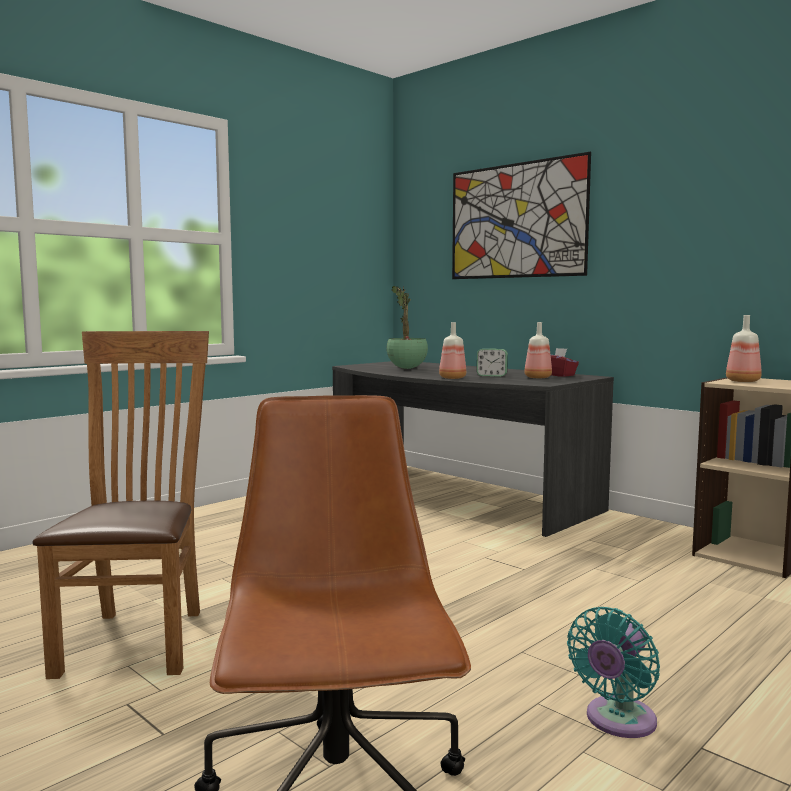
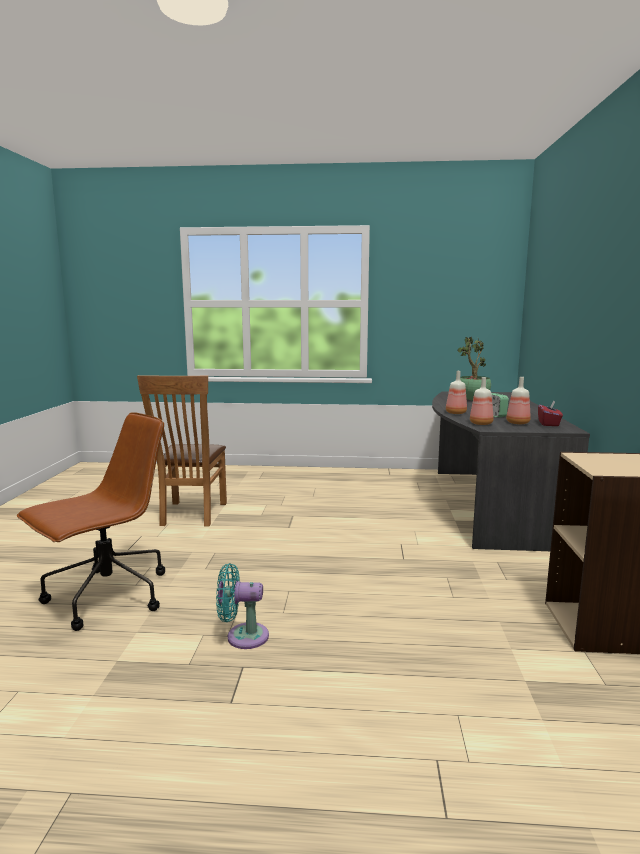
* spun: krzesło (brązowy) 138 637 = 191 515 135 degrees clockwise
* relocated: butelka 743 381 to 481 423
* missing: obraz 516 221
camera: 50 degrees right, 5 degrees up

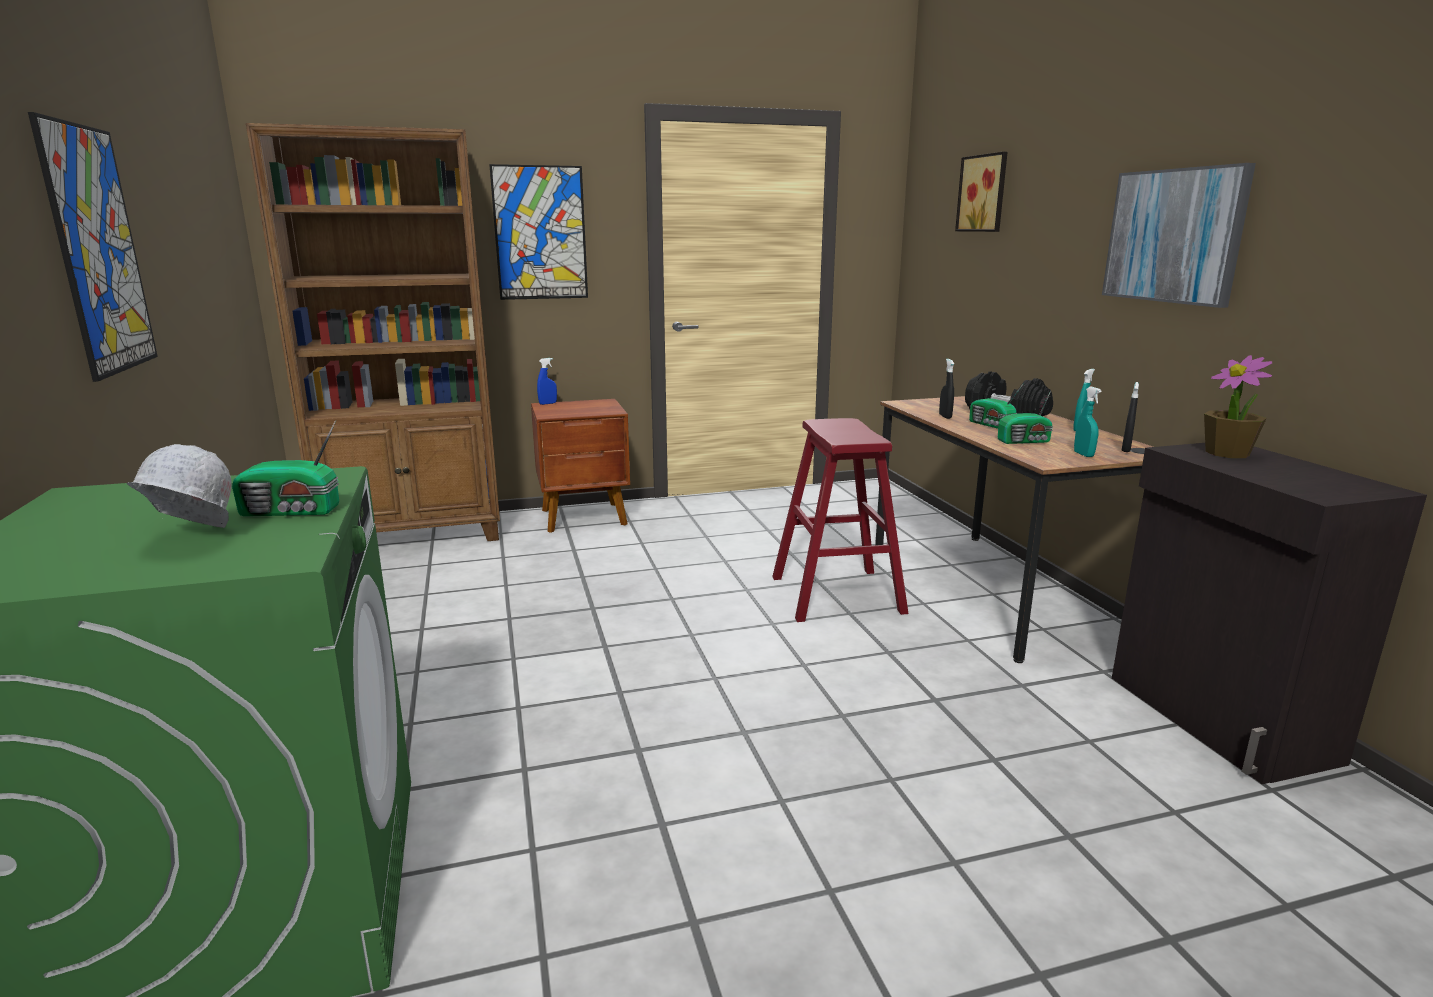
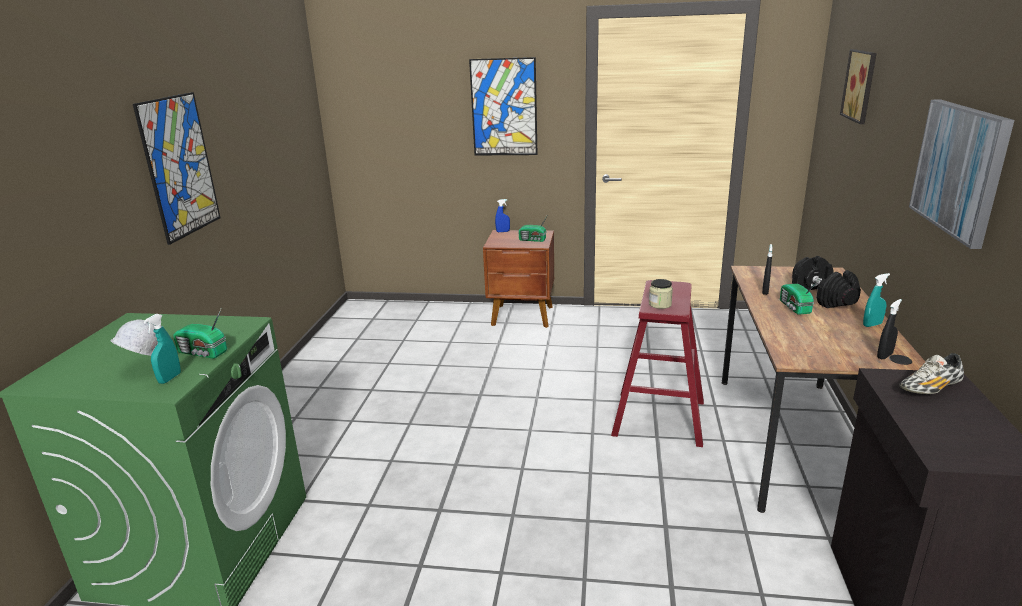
* relocated: spryskiwacz (turkusowy) 1083 454 to 170 378
* relocated: radio 1025 441 to 533 240
* appeared: słoik 660 304
* exchanged: roślina doniczkowa 1227 453 to but 929 388
* missing: regał (brązowy) 416 535
camera: 25 degrees right, 5 degrees up

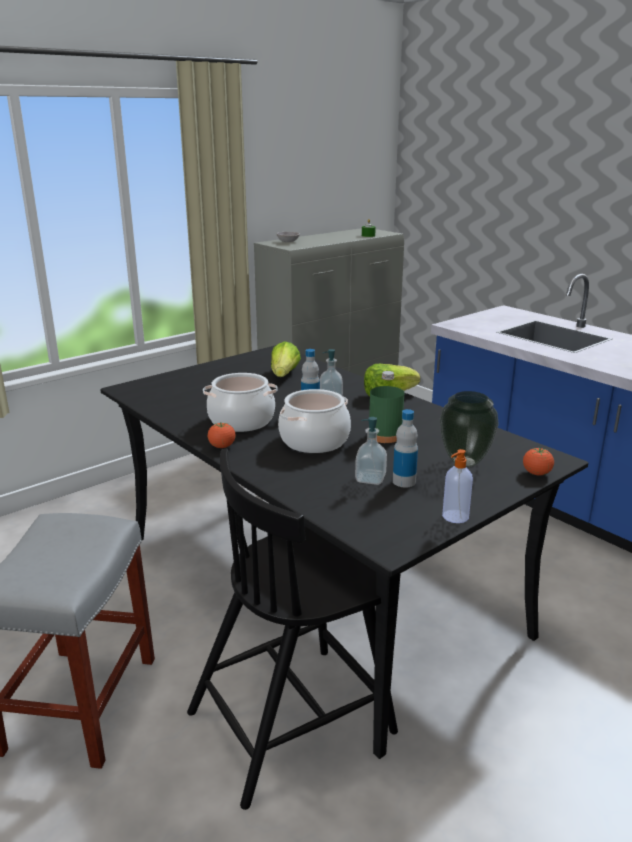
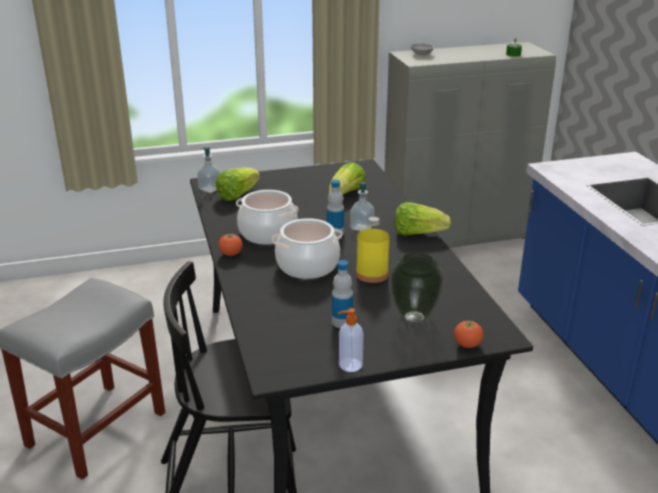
* relocated: dozownik mydła 370 479 to 210 189
* appeared: sałata 237 195
* colour: butelka (zielony) 385 435 to butelka (żółty) 372 274
camera: 25 degrees right, 5 degrees up

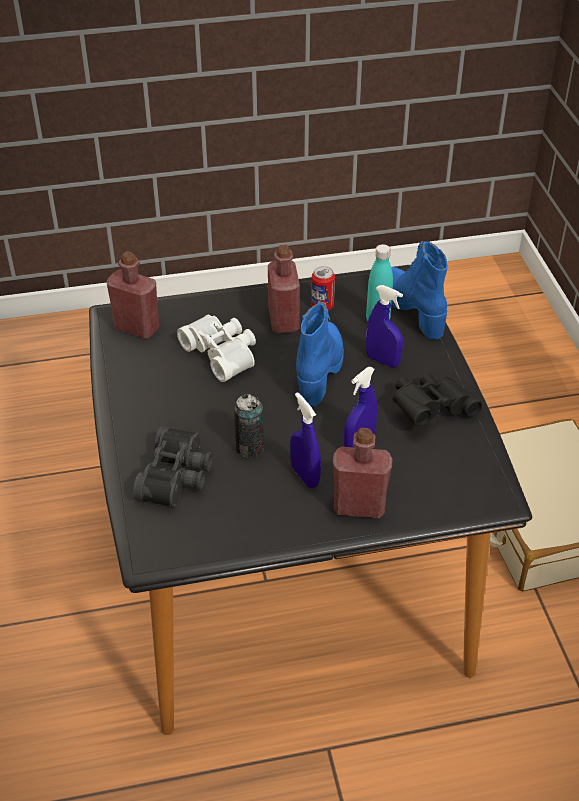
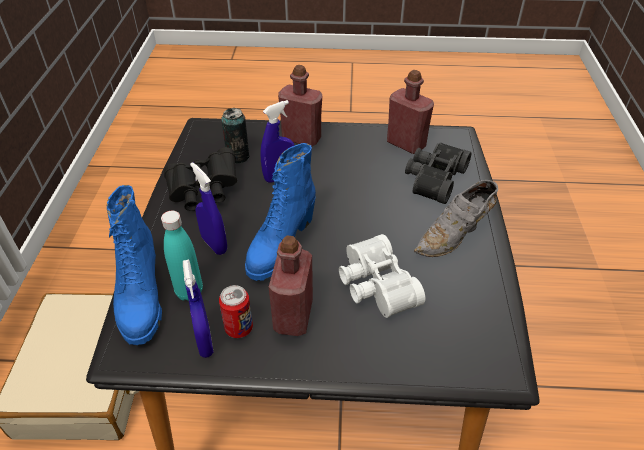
* relocated: spryskiwacz (niebieski) 305 476 to 205 341
* relocated: puszka 249 448 to 238 156
* relocated: butelka (czerwony) 137 328 to 406 144
* appeared: but (szary) 455 235
camera: 165 degrees left, 0 degrees up

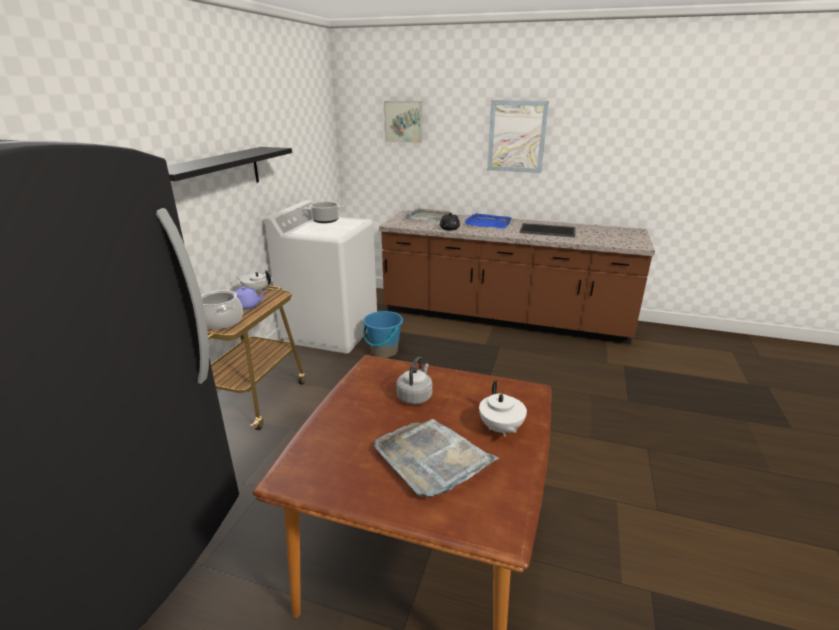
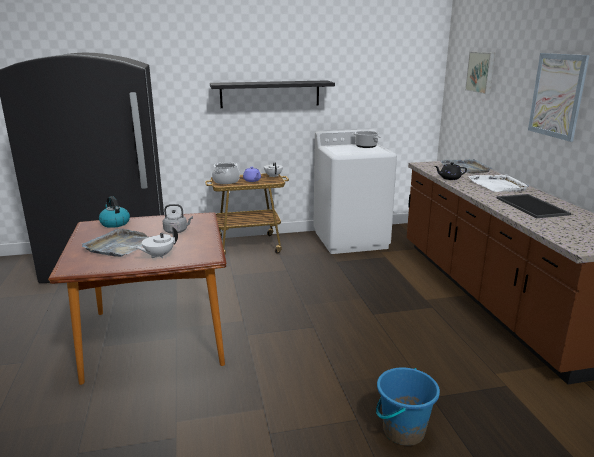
* appeared: czajnik 114 223
* relocated: wiadro (niebieski) 384 351 to 403 431
* colour: taca (niebieski) 488 223 to taca (biały) 498 185
camera: 60 degrees right, 5 degrees down

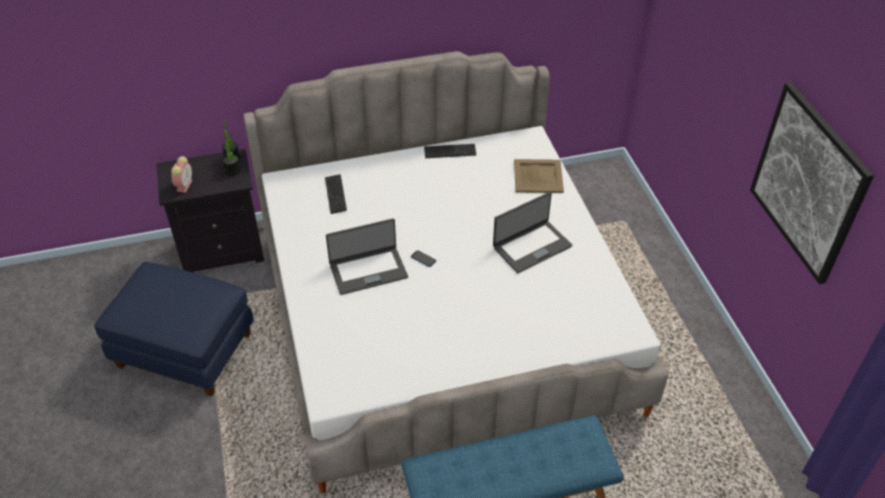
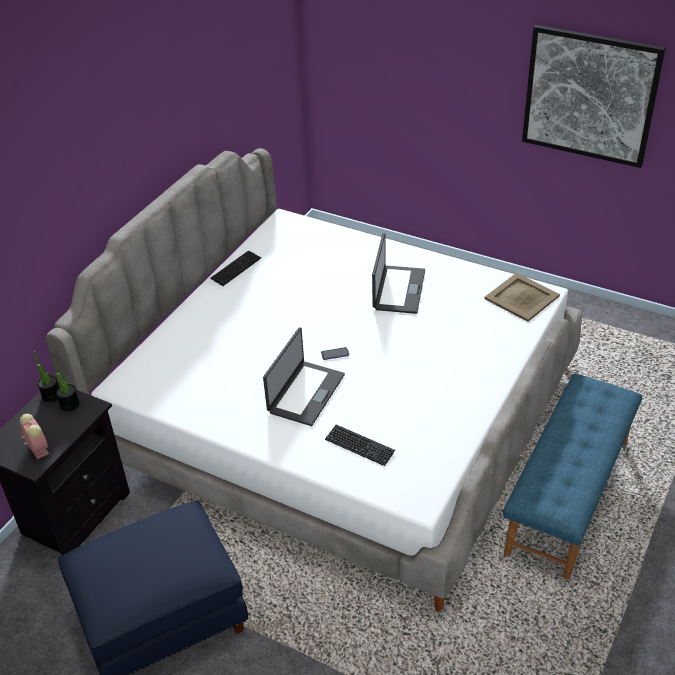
* relocated: klawiatura 335 195 to 359 446
* relocated: taca (beżowy) 538 177 to 522 297
camera: 45 degrees left, 5 degrees down

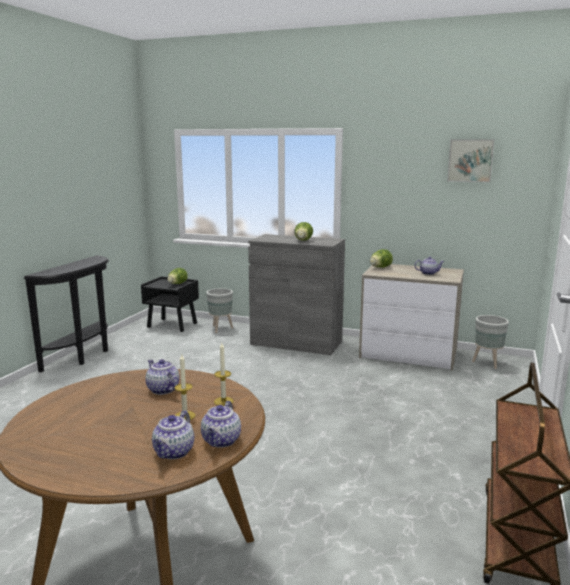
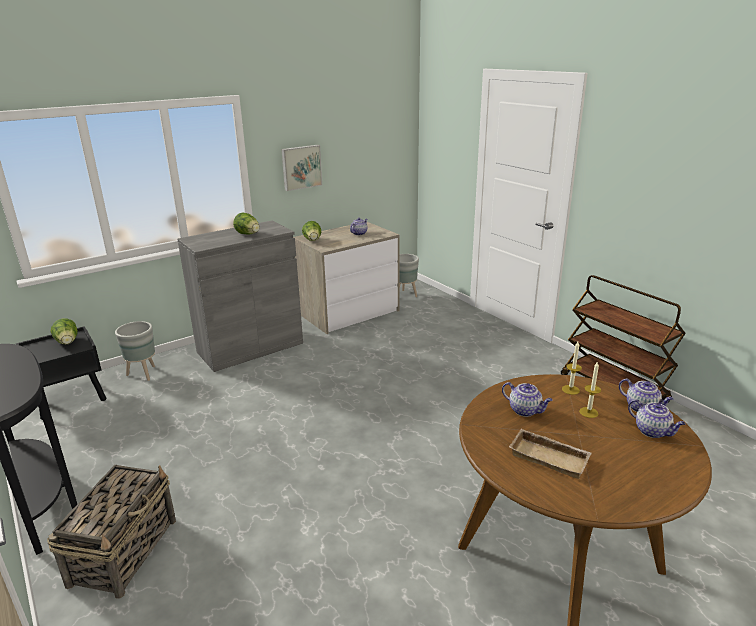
* appeared: koszyk 125 550
* relocated: obraz 470 160 to 301 167
* spun: imbryk 162 389 = 525 410 135 degrees counterclockwise
* appeared: taca (beżowy) 550 457
camera: 55 degrees left, 10 degrees up

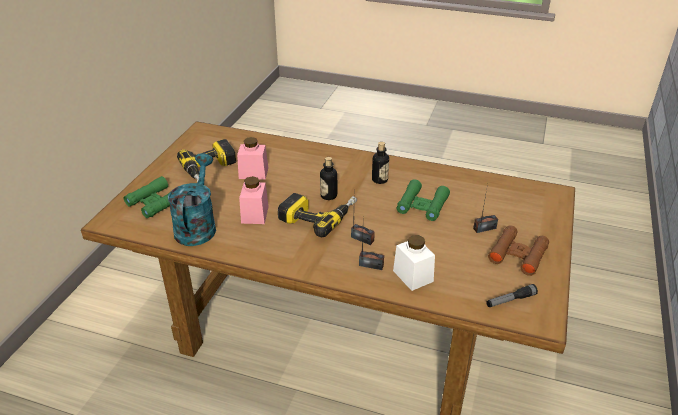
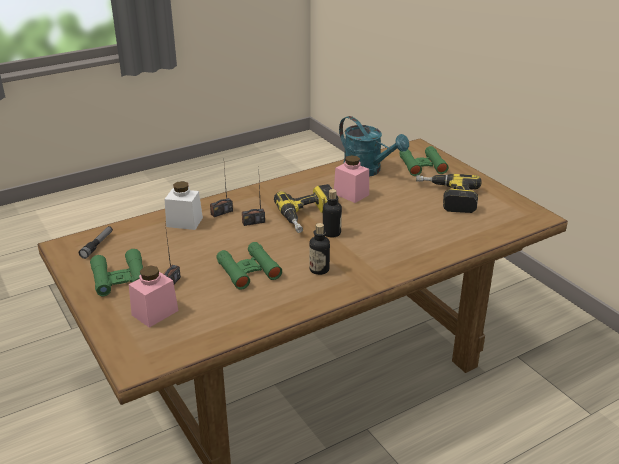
* colour: lornetka (brązowy) 518 254 to lornetka (zielony) 119 278
* relocated: słoik (różowy) 253 173 to 155 313
camera: 130 degrees right, 5 degrees down

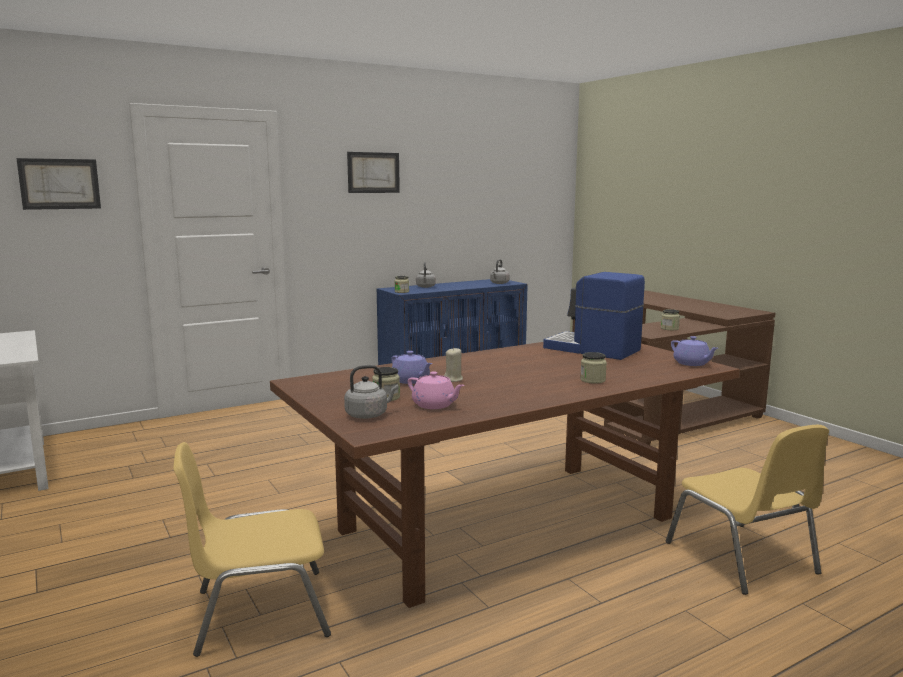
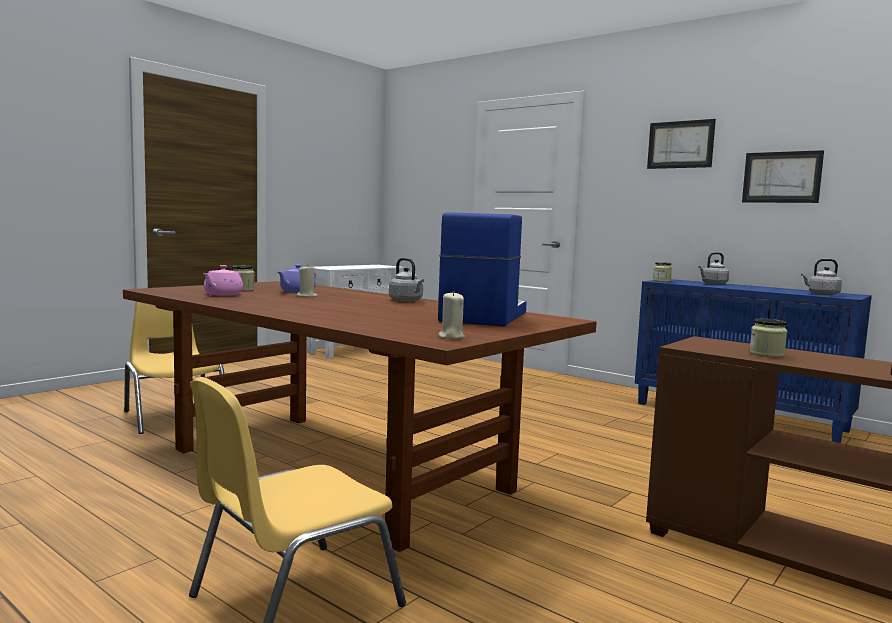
* relocated: czajnik (szary) 368 415 to 407 300
* exchanged: imbryk (fioletowy) 692 363 to świeca (beżowy) 451 337
* relocated: obraz 59 184 to 781 177
* missing: słoik 592 380
camera: 70 degrees right, 5 degrees down

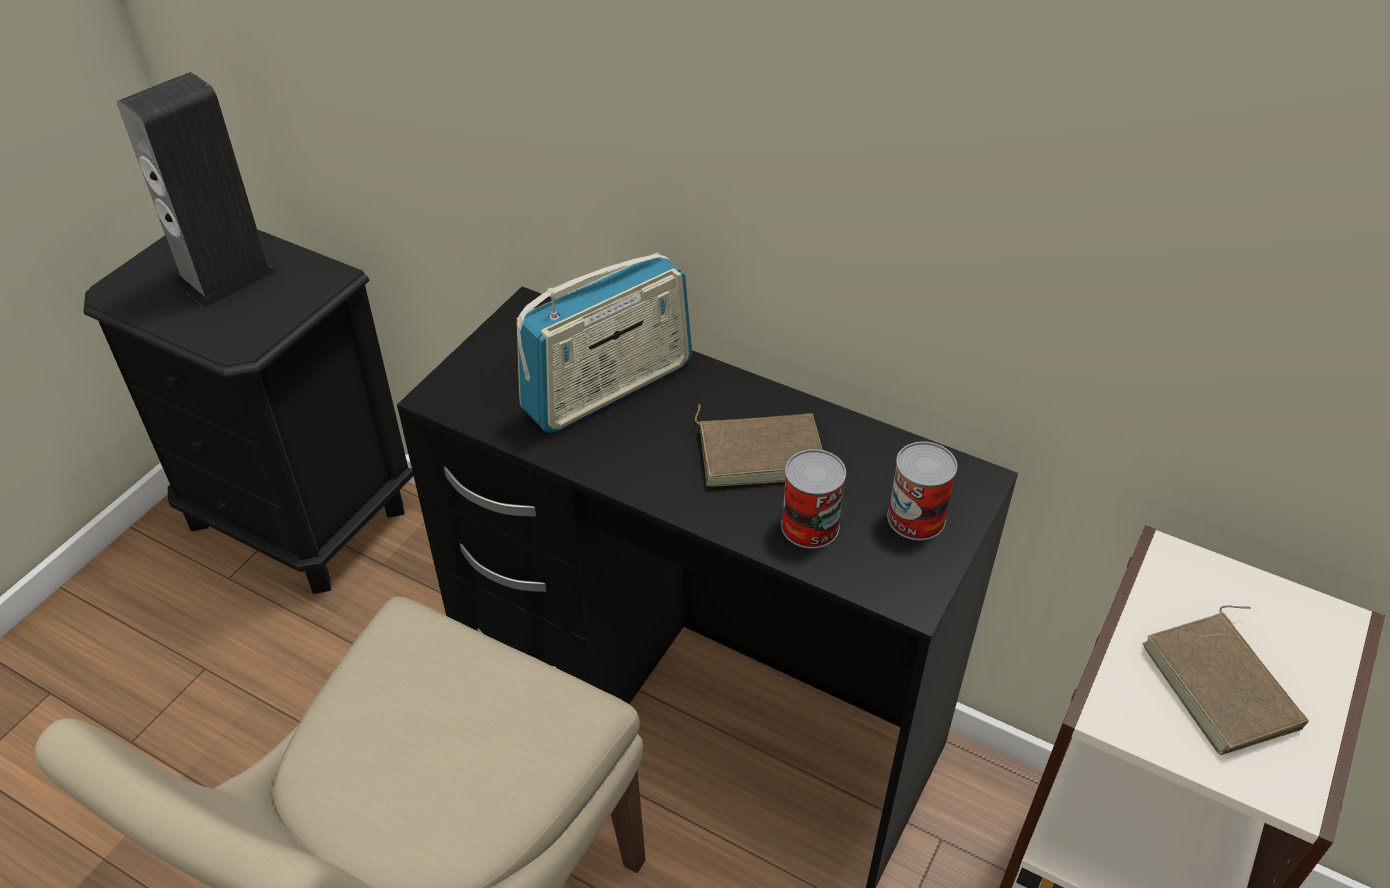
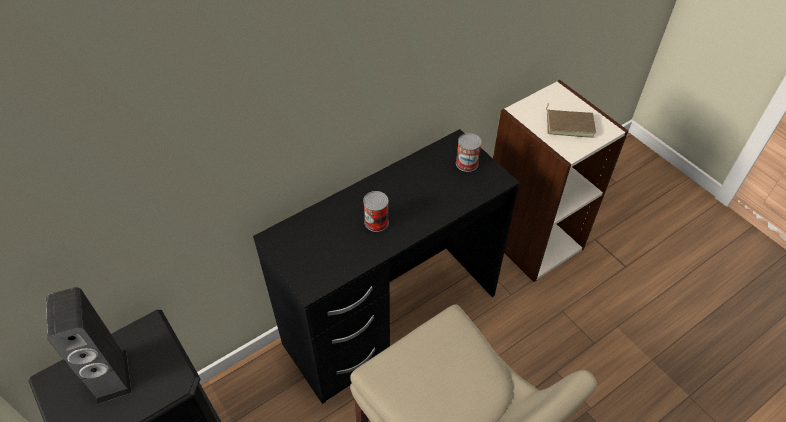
* relocated: puszka 810 526 to 376 222
* missing: radio 608 388
* missing: książka (brązowy) 760 451
camera: 65 degrees left, 5 degrees up

